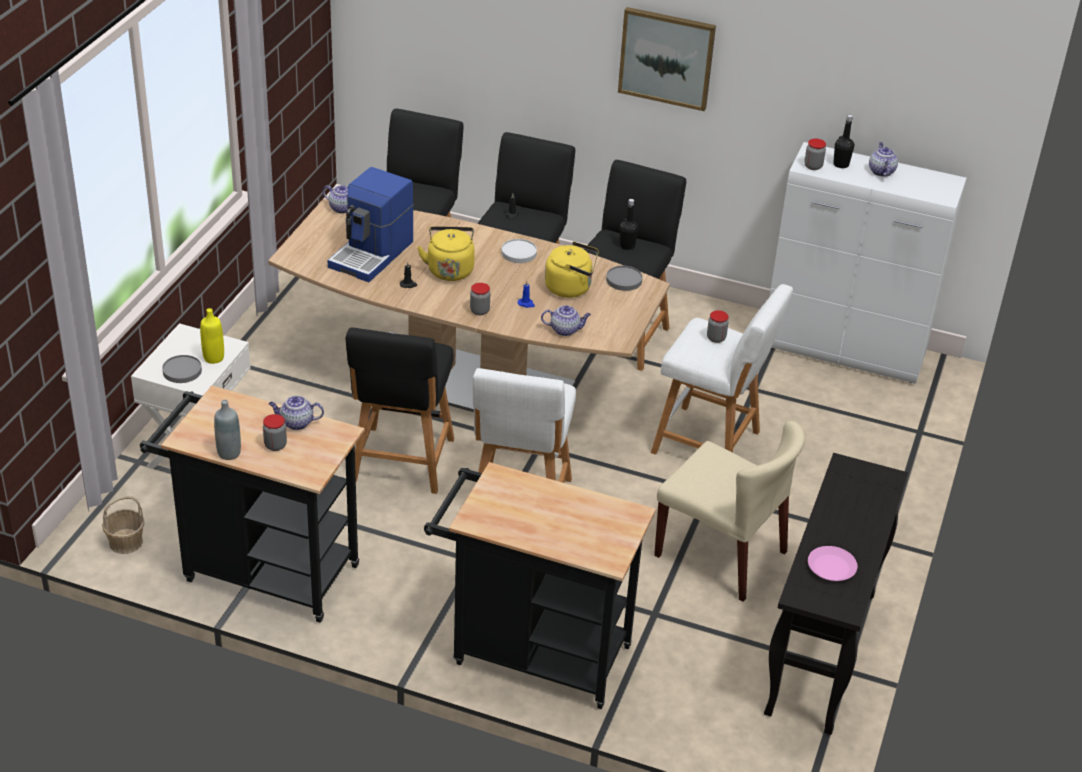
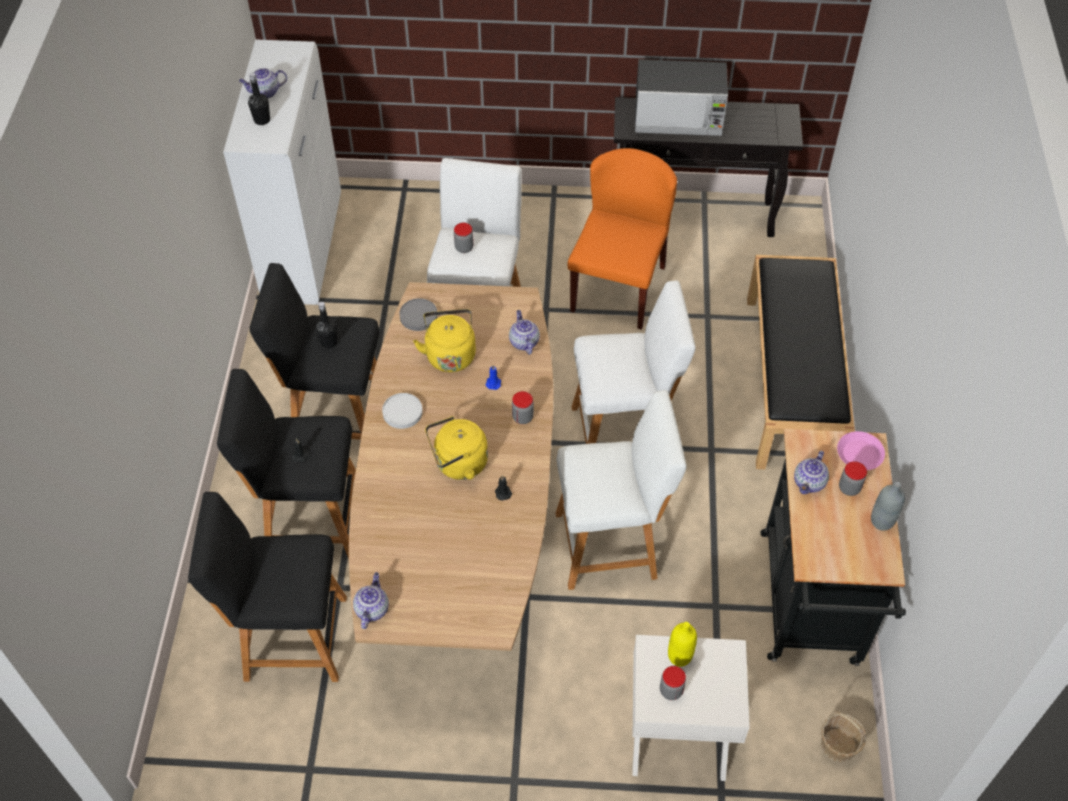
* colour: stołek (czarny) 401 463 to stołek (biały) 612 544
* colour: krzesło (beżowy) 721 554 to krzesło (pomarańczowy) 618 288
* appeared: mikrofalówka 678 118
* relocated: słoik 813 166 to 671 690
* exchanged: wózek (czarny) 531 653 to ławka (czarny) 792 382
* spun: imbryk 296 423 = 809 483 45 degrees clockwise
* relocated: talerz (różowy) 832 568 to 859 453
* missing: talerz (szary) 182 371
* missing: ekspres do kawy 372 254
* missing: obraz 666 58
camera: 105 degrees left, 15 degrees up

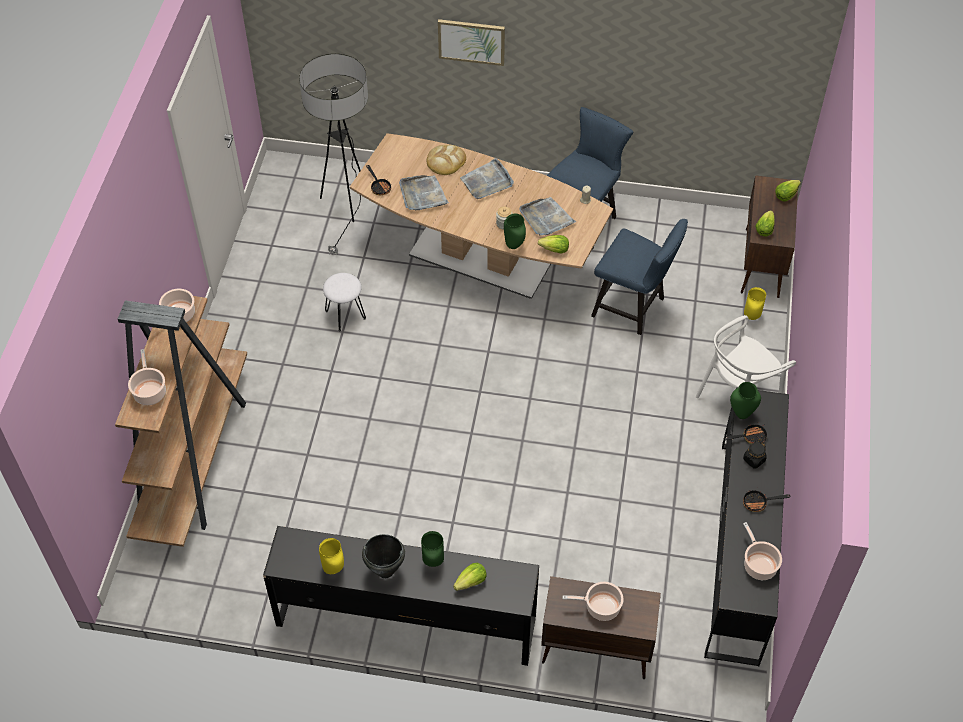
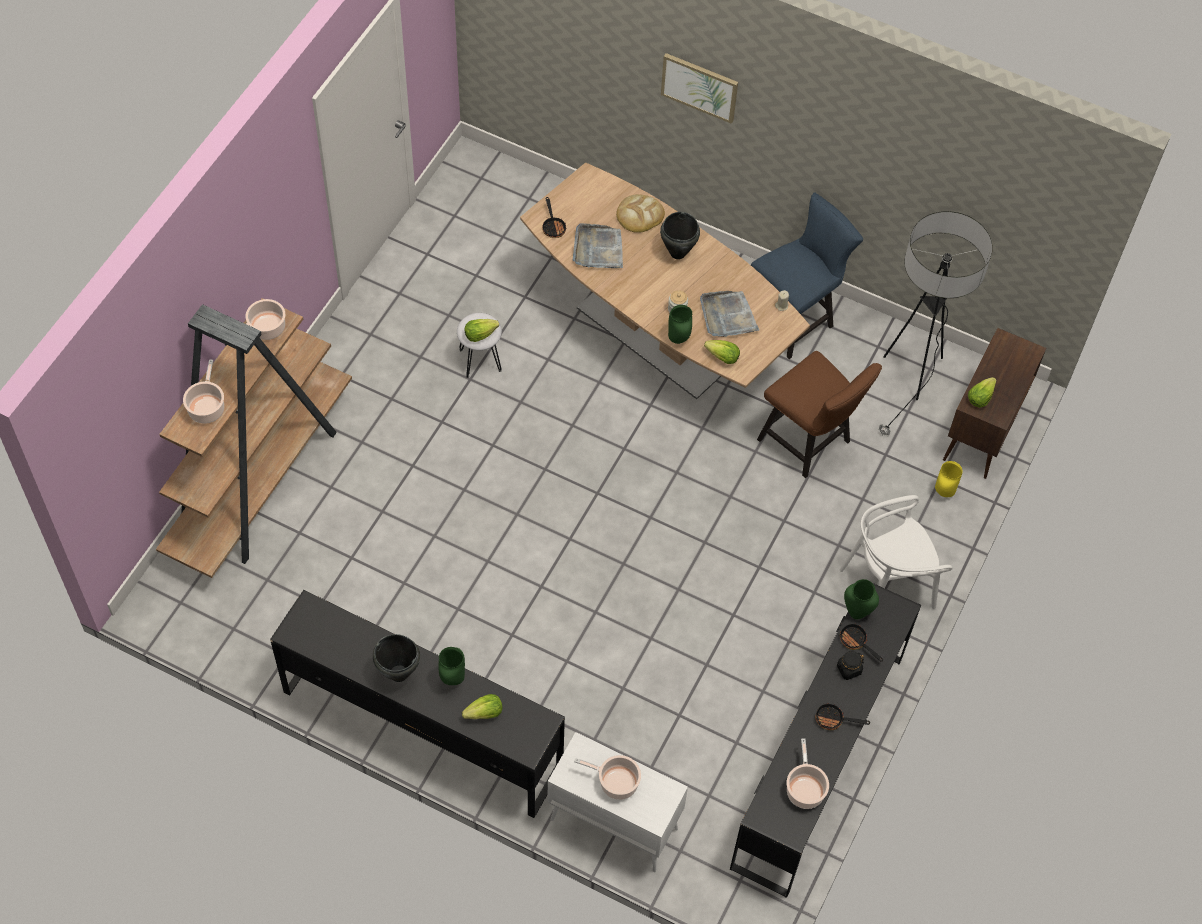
* relocated: sałata 785 195 to 480 334
* colour: szafka (brązowy) 594 650 to szafka (biały) 612 824
* exchanged: taca (szary) 487 182 to garnek (czarny) 677 253
* colour: krzesło (niebieski) 633 308 to krzesło (brązowy) 809 444
* spun: patelnia 750 437 = 856 642 135 degrees counterclockwise
* relocated: lampa stojąca 346 207 to 912 377
* missing: wazon (żółty) 333 569
camera: 15 degrees right, 5 degrees up

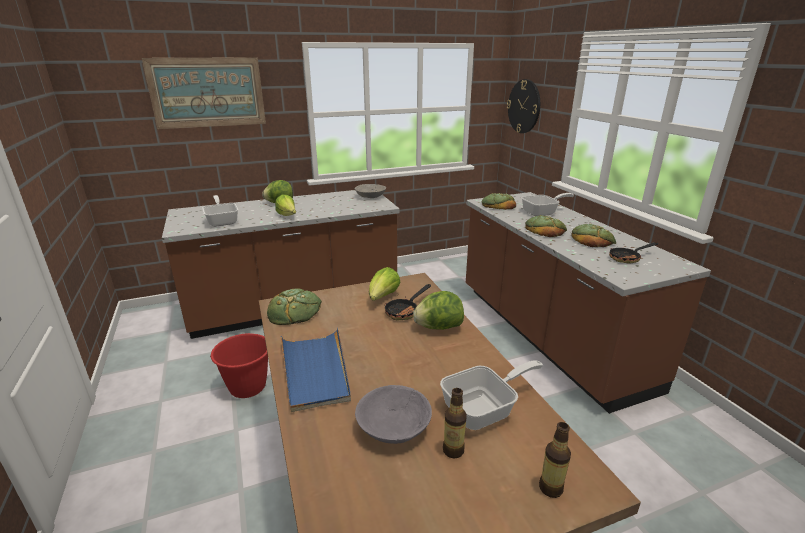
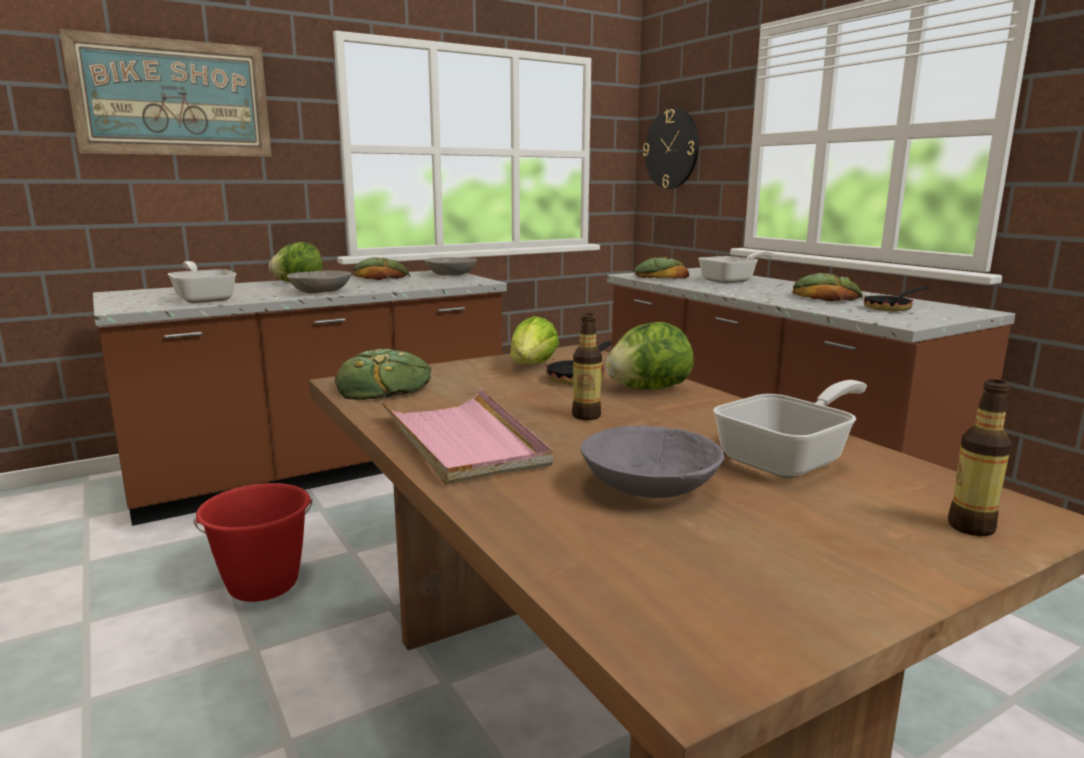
* exchanged: sałata 288 216 to miska (szary) 321 292
* relocated: chleb 545 230 to 381 277
* colour: taca (niebieski) 315 371 to taca (różowy) 463 441
* relocated: butelka 453 450 to 586 416
camera: 10 degrees left, 10 degrees down

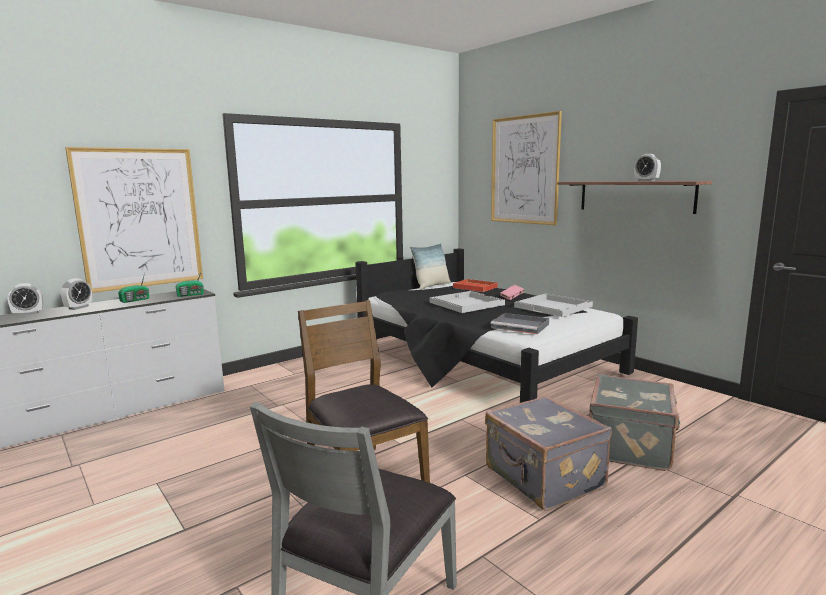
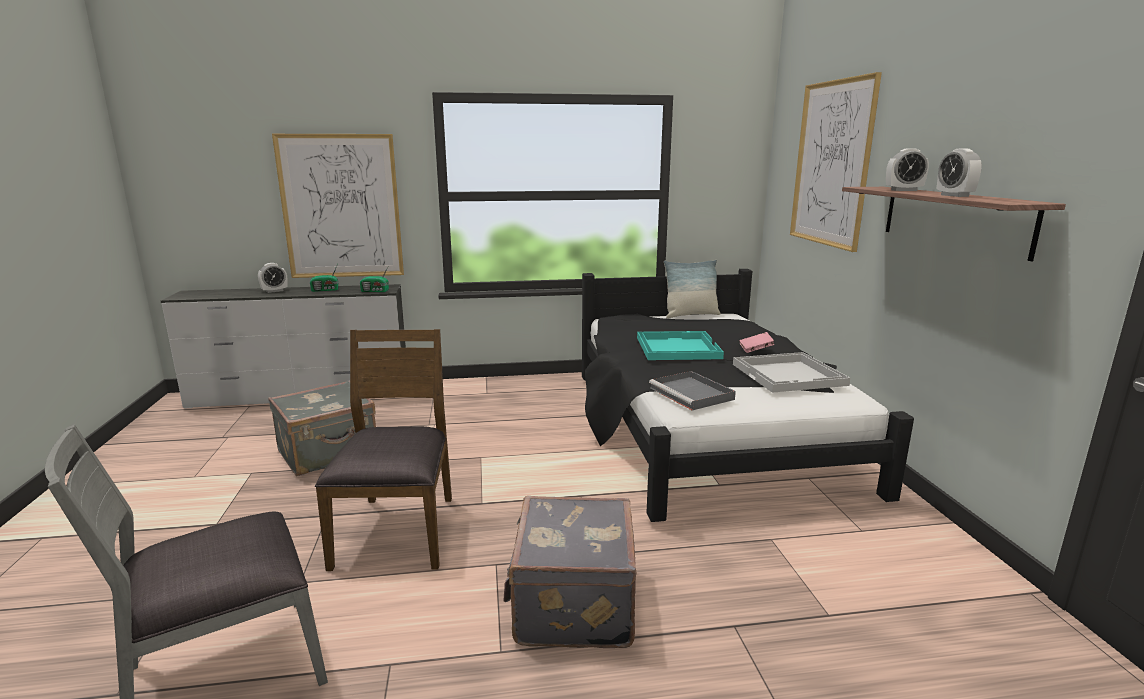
* relocated: walizka (szary) 631 446 to 329 453
* colour: taca (biały) 465 303 to taca (turkusowy) 677 347
* relocated: budzik 28 313 to 903 190
* missing: taca (czerwony) 474 287
camera: 30 degrees right, 5 degrees up

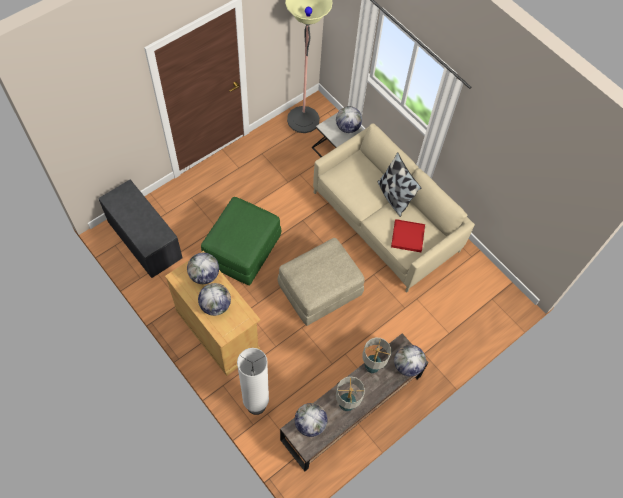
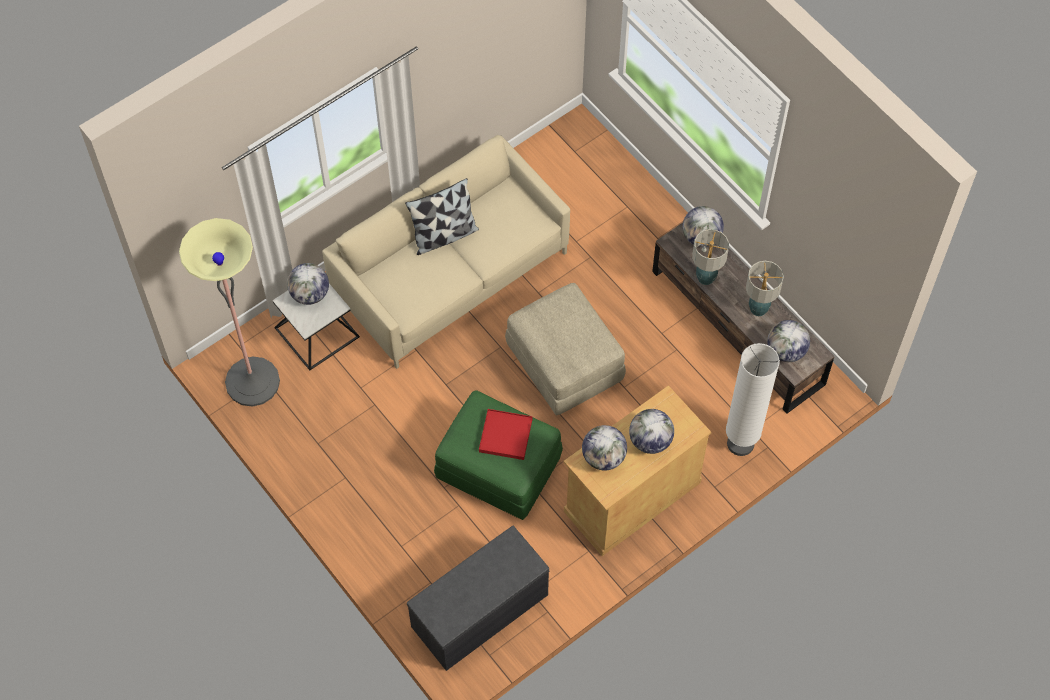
* relocated: taca (czerwony) 407 237 to 506 435
camera: 85 degrees left, 0 degrees up

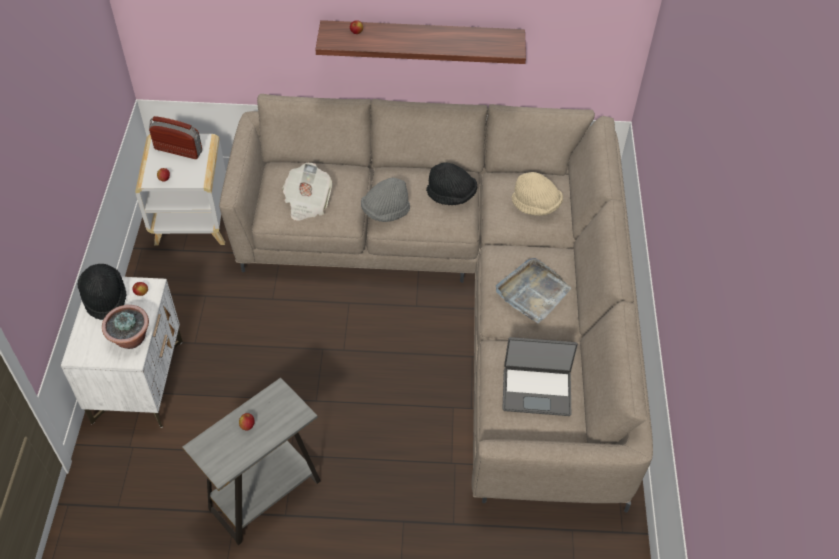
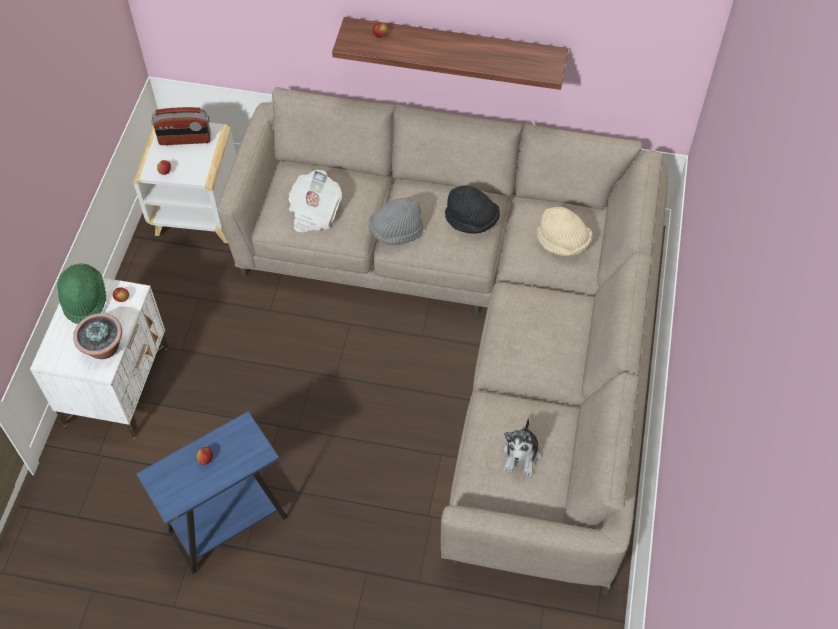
* colour: kapelusz (czarny) 104 298 to kapelusz (zielony) 84 300
* colour: stolik (szary) 265 495 to stolik (niebieski) 228 524
* spun: radio 178 150 = 185 139 150 degrees clockwise
* exchanged: laptop 536 390 to pluszak 521 455
* missing: taca (szary) 532 292
camera: 10 degrees right, 5 degrees up

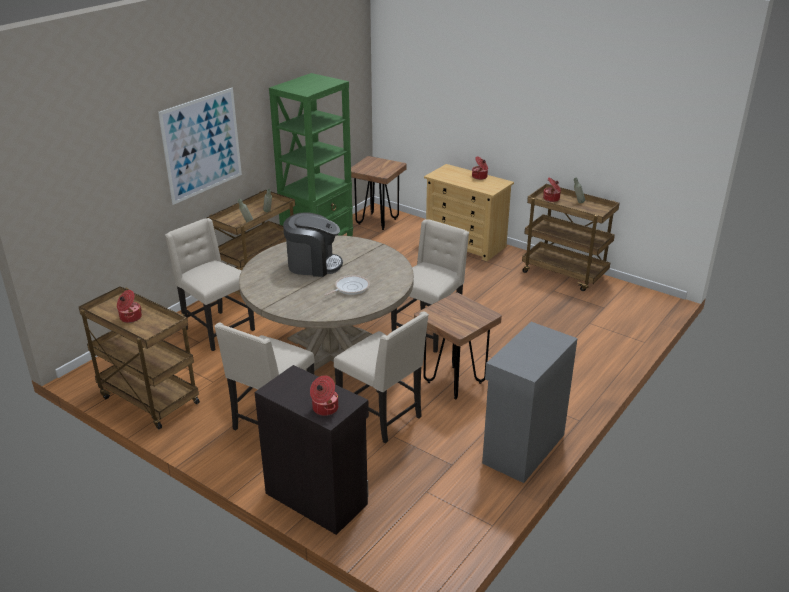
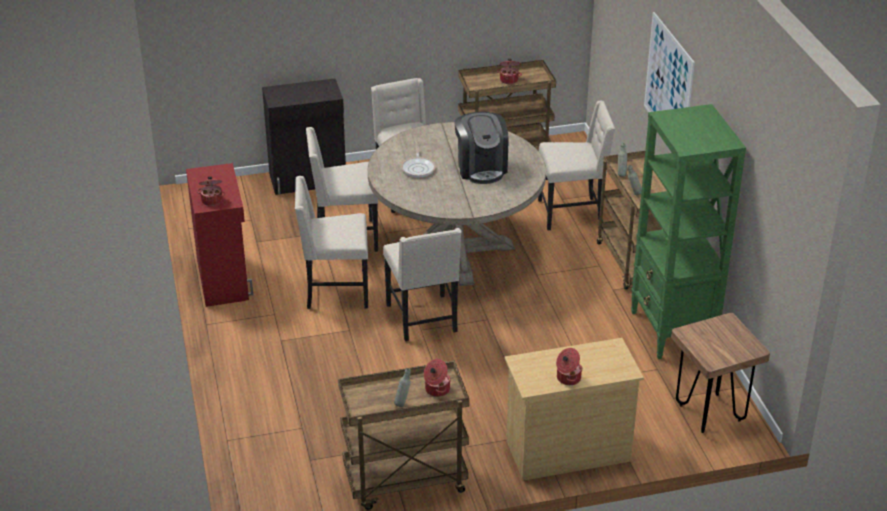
* colour: szafka (szary) 522 448 to szafka (czerwony) 224 279
* relocated: garnek 324 408 to 212 200
* exchanged: stołek (brązowy) 454 382 to krzesło (beżowy) 335 292
* spun: ekspres do kawy 313 265 = 481 168 60 degrees counterclockwise
camera: 130 degrees right, 5 degrees up

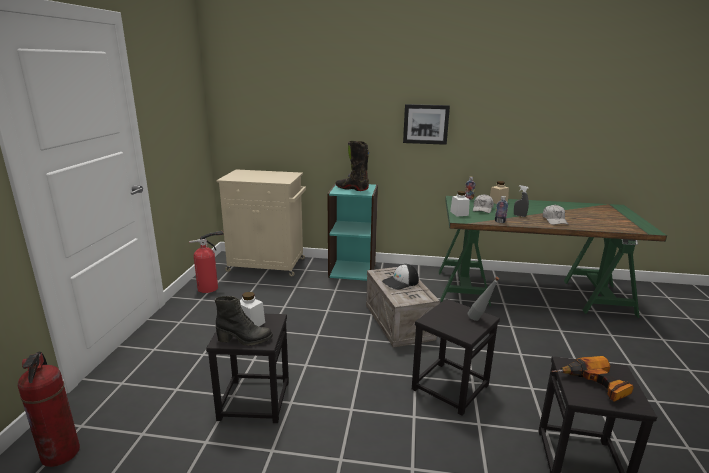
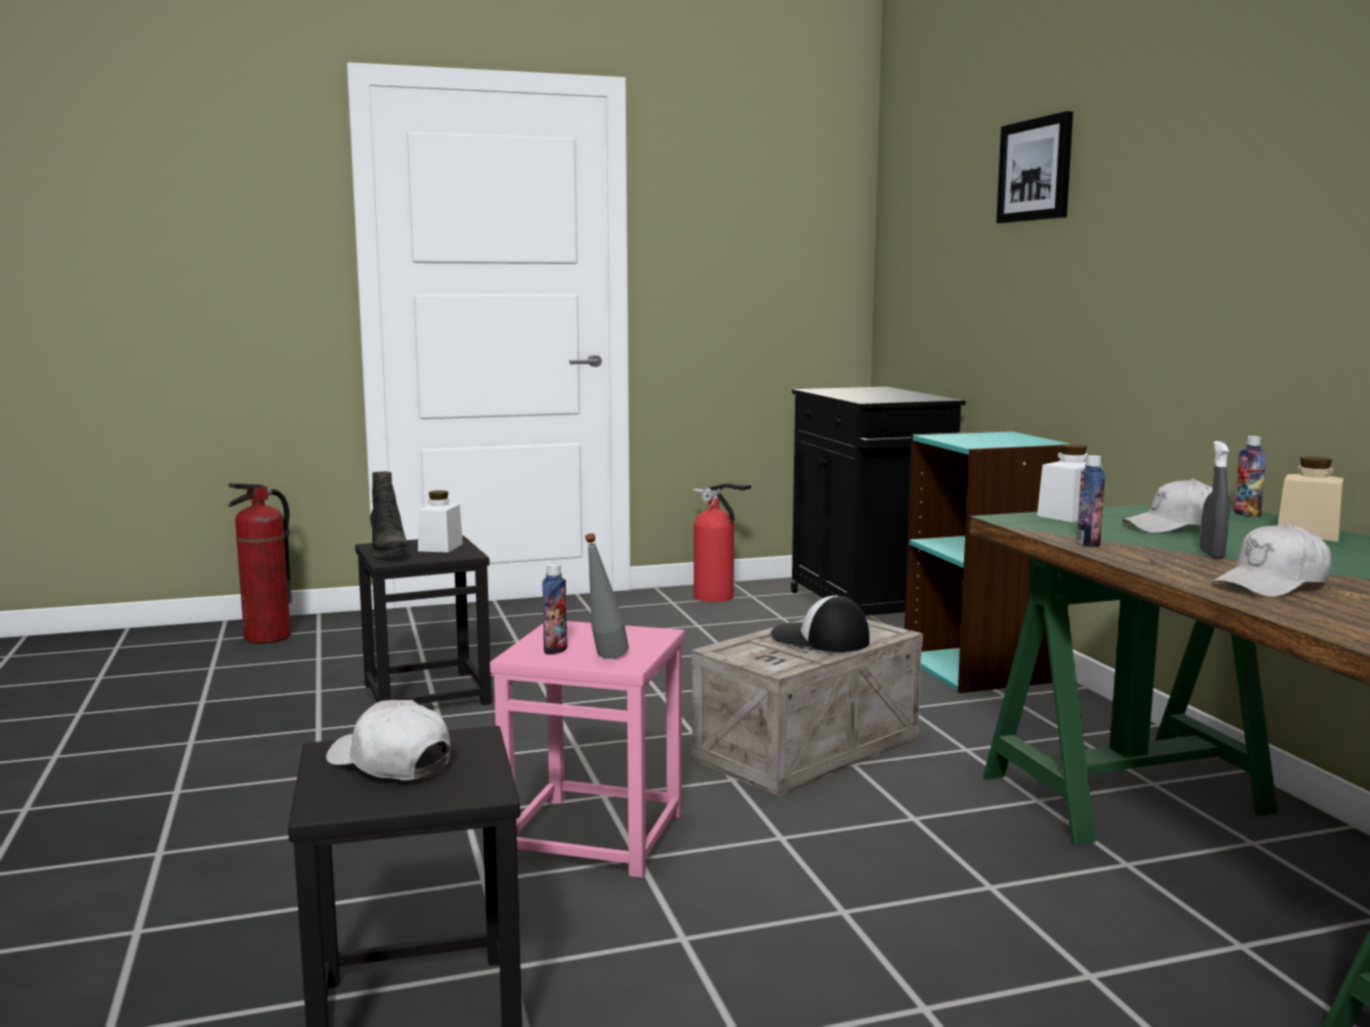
* exchanged: wiertarka 593 385 to czapka z daszkiem (biały) 390 763
* colour: stołek (czarny) 449 387 to stołek (różowy) 595 835
* appeared: butelka 555 649
* colour: szafka (beżowy) 268 265 to szafka (czarny) 869 608
* relocated: obraz 425 124 to 1036 170
* missing: but z cholewką (czarny) 352 188
camera: 65 degrees right, 10 degrees down

